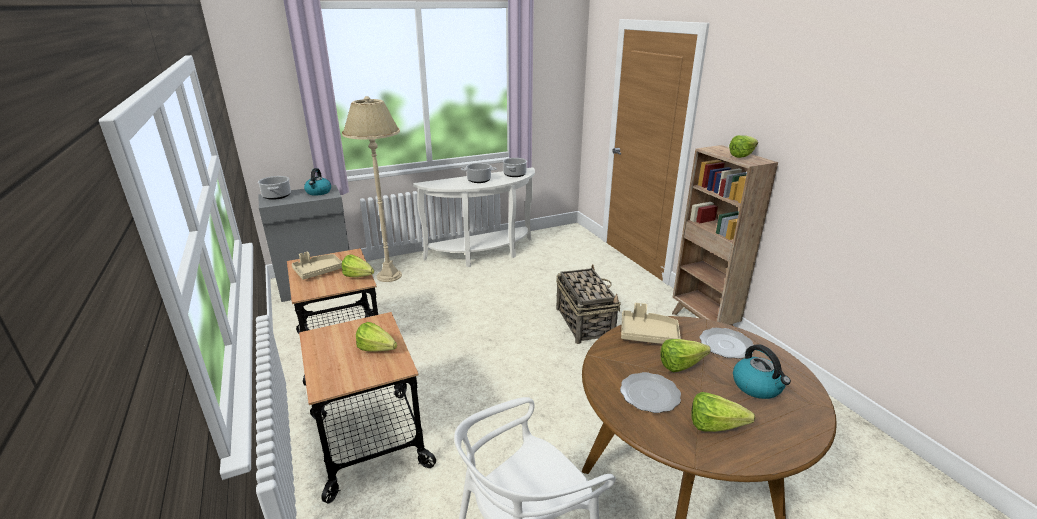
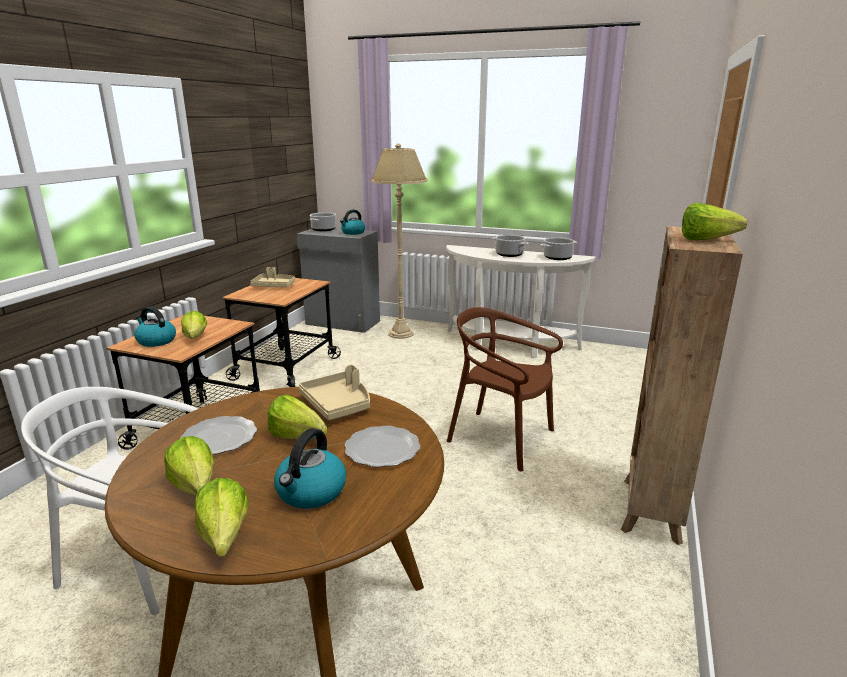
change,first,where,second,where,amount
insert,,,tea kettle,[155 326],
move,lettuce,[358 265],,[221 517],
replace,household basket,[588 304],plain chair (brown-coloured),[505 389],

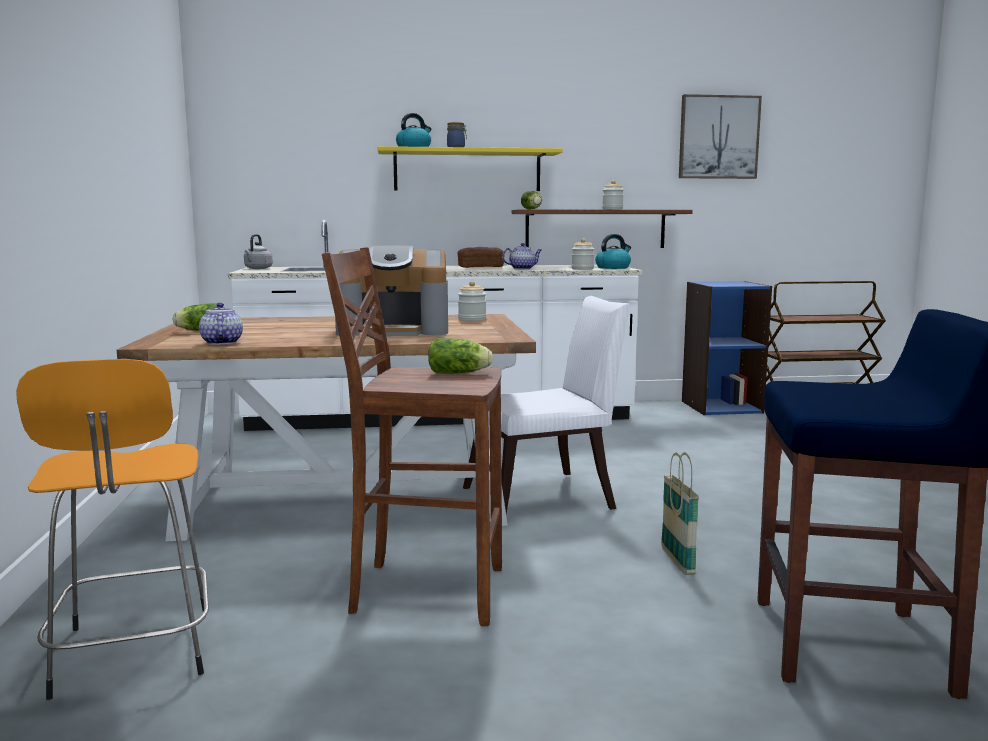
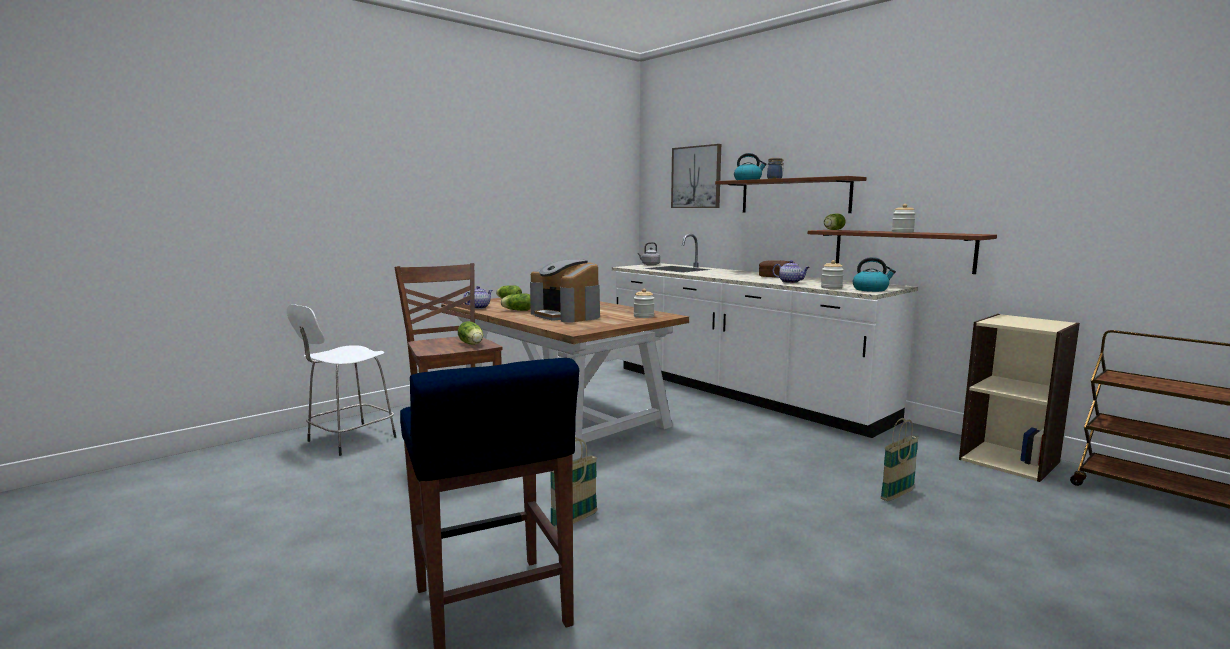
change,first,where,second,where,amount
delete,plain chair (whitish),[546 405],,,
insert,,,lettuce,[516 302],
insert,,,household basket,[900 459],
move,wall art,[720 136],,[696 176],
recolor,stool (orangey),[112 529],stool (whitish),[341 380],
recolor,bracket shelf (yellow),[470 168],bracket shelf (brown-coloured),[791 194],
recolor,shelving unit (blue-coloured),[727 348],shelving unit (sand-coloured),[1019 398],

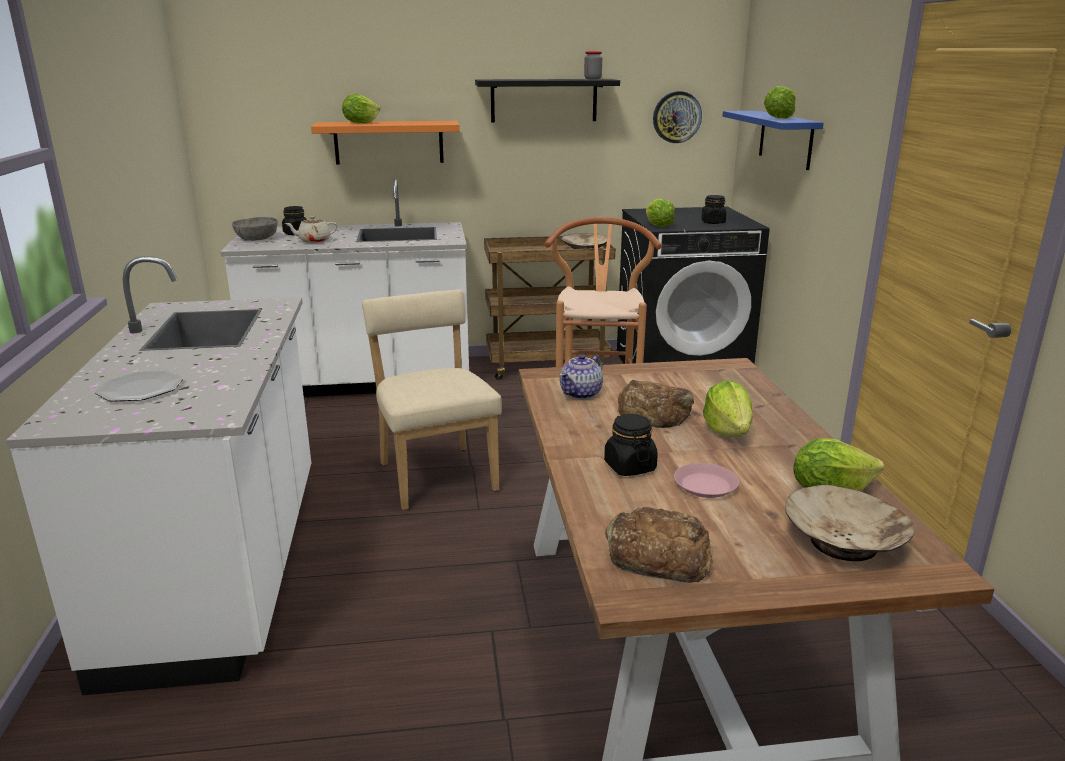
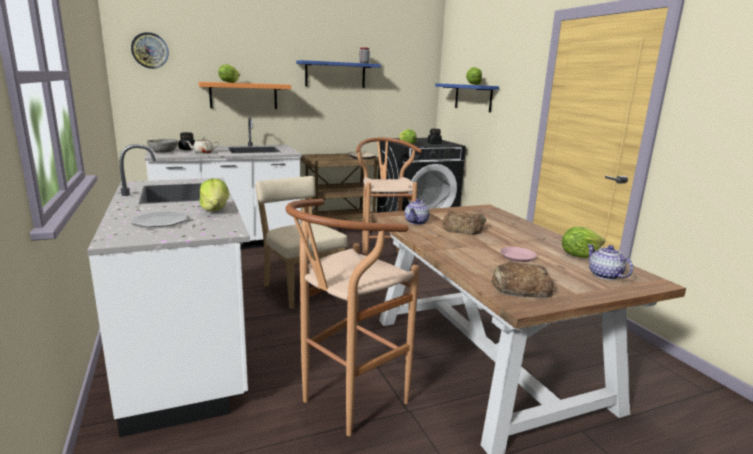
change,first,where,second,where,amount
delete,jar (blackish),[631 445],,,
insert,,,stool (brown-coloured),[352 317],
move,clock on the wall,[677 117],,[150 50],
move,lettuce,[728 408],,[214 194],
replace,deep dish (sand-coloured),[850 523],tea pot,[610 262],
recolor,bracket shelf (blackish),[547 101],bracket shelf (blue-coloured),[338 74],

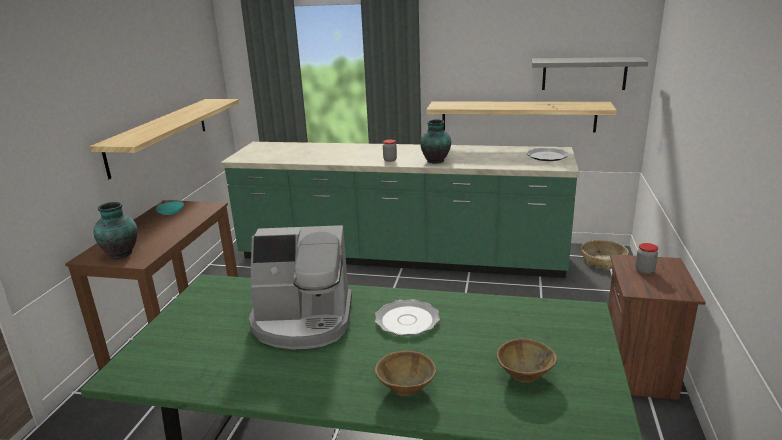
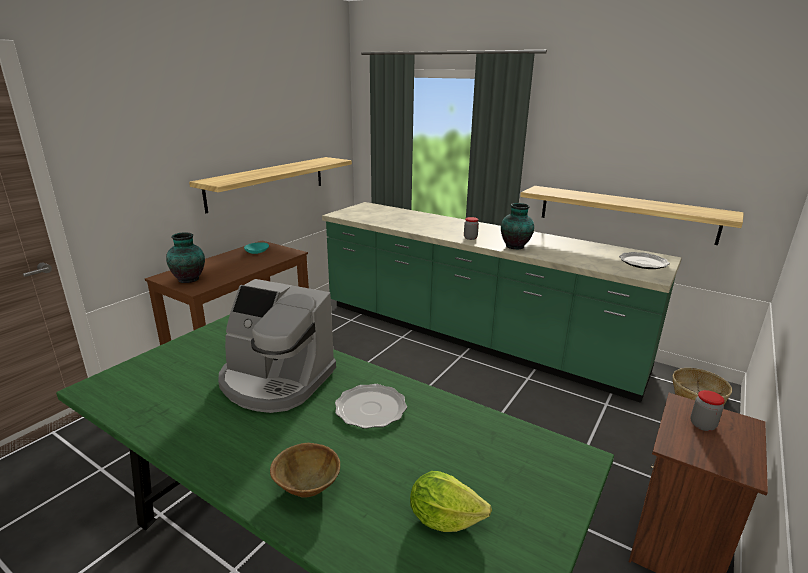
change,first,where,second,where,amount
delete,bracket shelf (greyish),[590 73],,,
replace,deep dish (brown-coloured),[527 360],lettuce,[451 501],

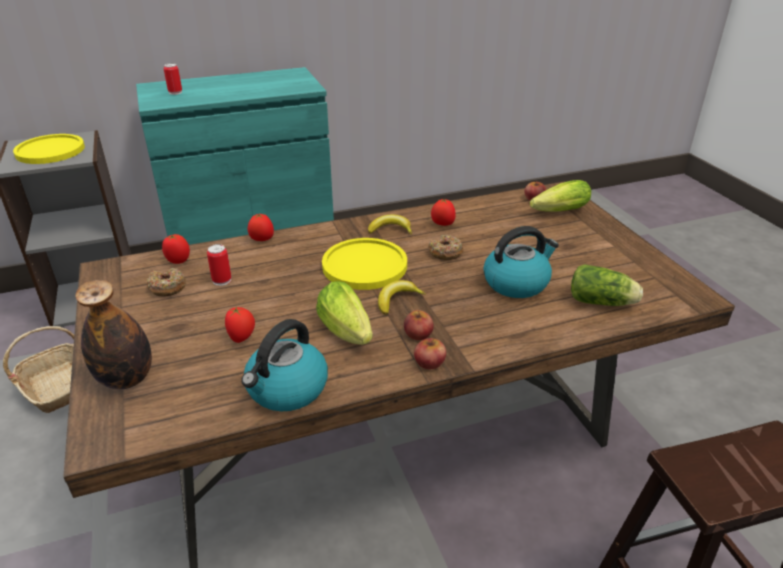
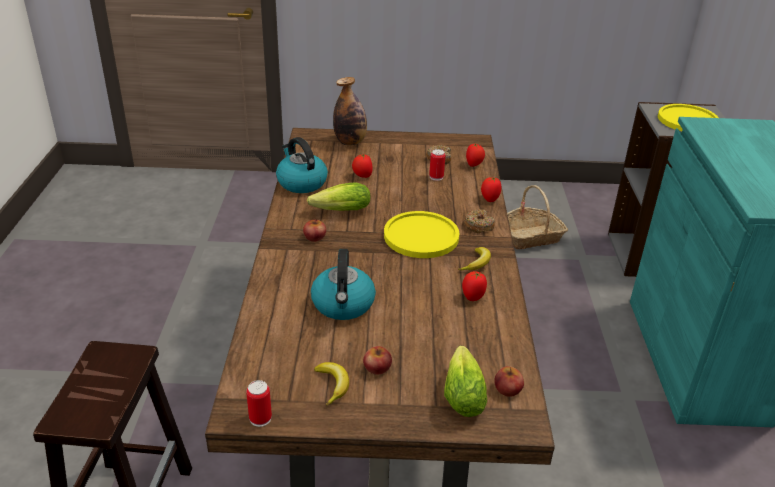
change,first,where,second,where,amount
delete,lettuce,[607 285],,,
move,can,[173 79],,[259 403],
move,banana,[402 297],,[331 384],
move,whole apple,[430 353],,[377 360],
move,ring doughnut,[445 247],,[479 221],

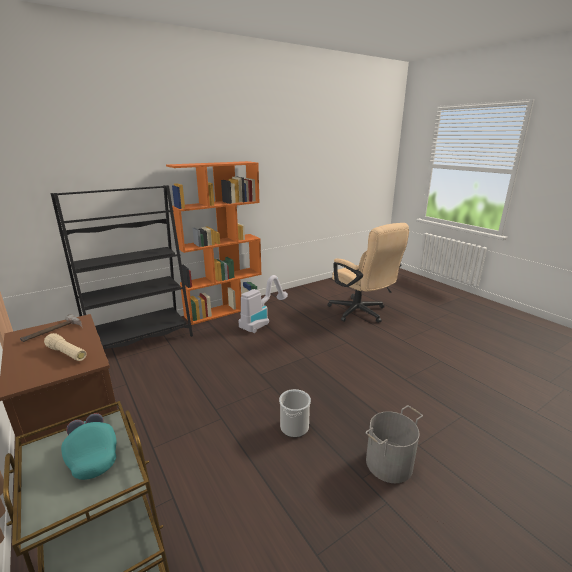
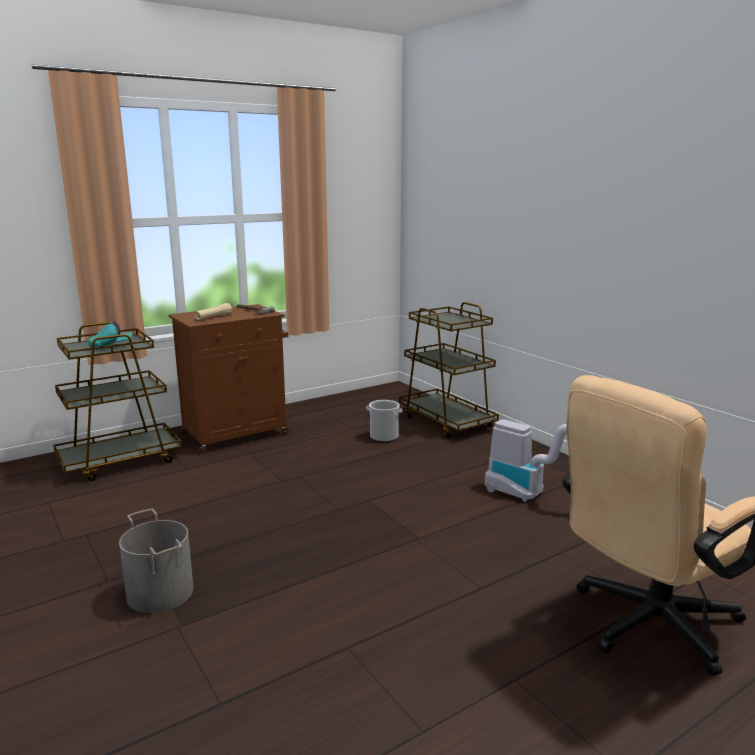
change,first,where,second,where,amount
delete,shelving unit (orangey),[214 243],,,
move,pail,[295 413],,[384 421],
replace,shelving unit (blackish),[122 267],cart (brown-coloured),[449 370],

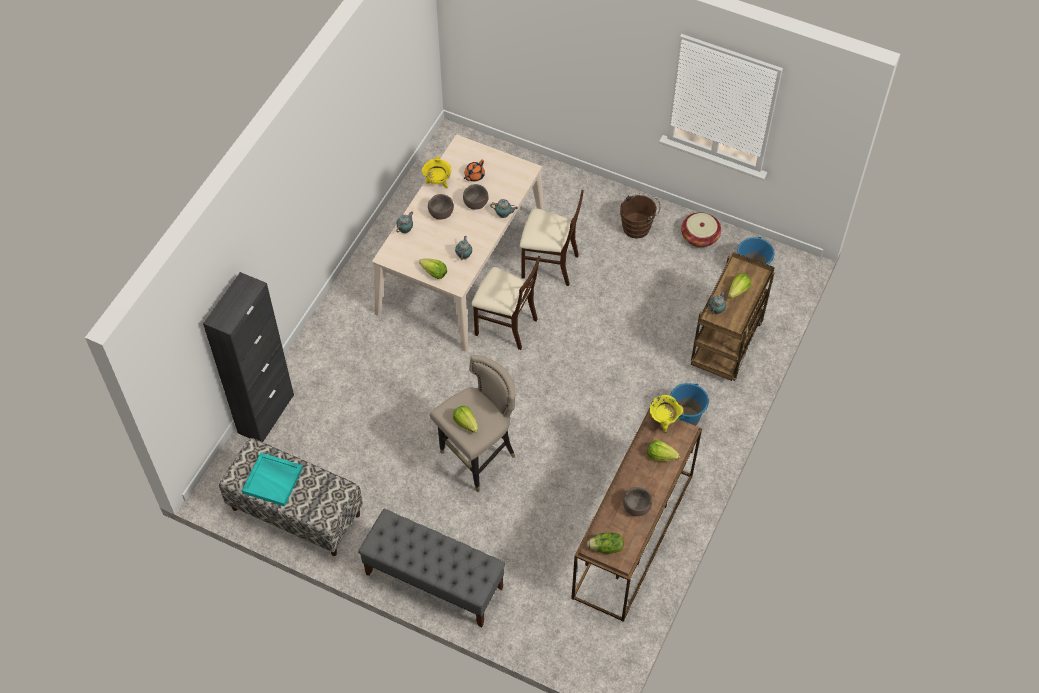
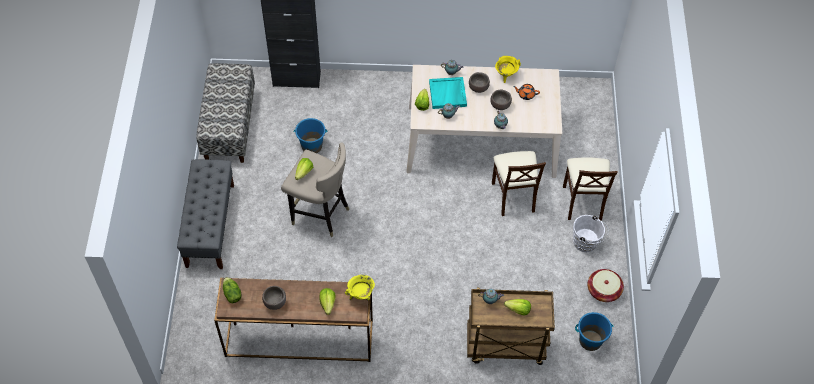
change,first,where,second,where,amount
move,serving tray (blue-green),[272 479],,[448 93],
move,plain chair (sand-coloured),[506 303],,[590 189],
move,pail (blue-coloured),[689 404],,[310 135],
recolor,pail (brown-coloured),[640 216],pail (whitish),[590 233],

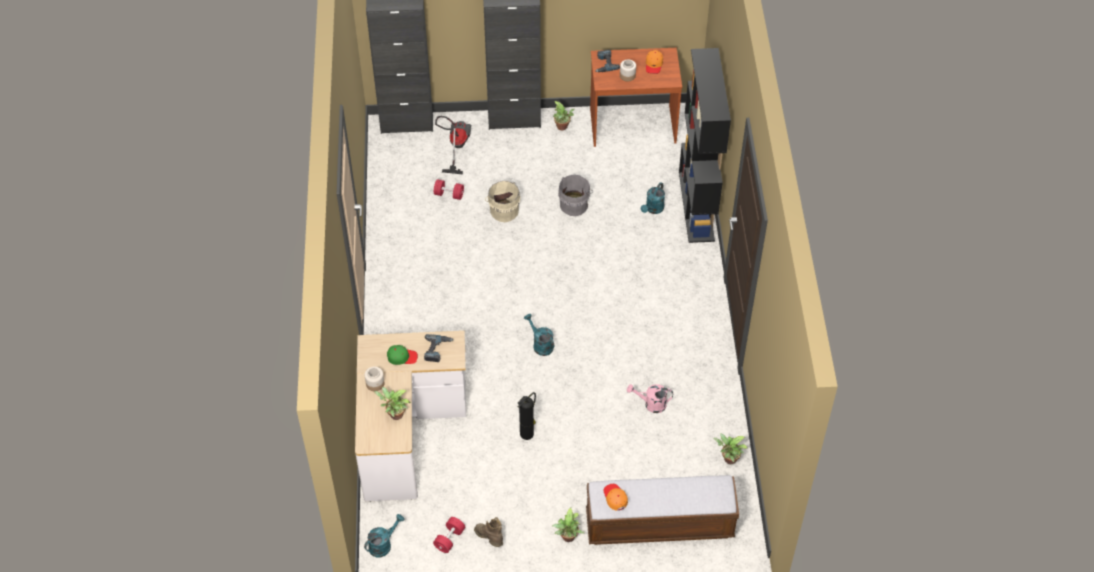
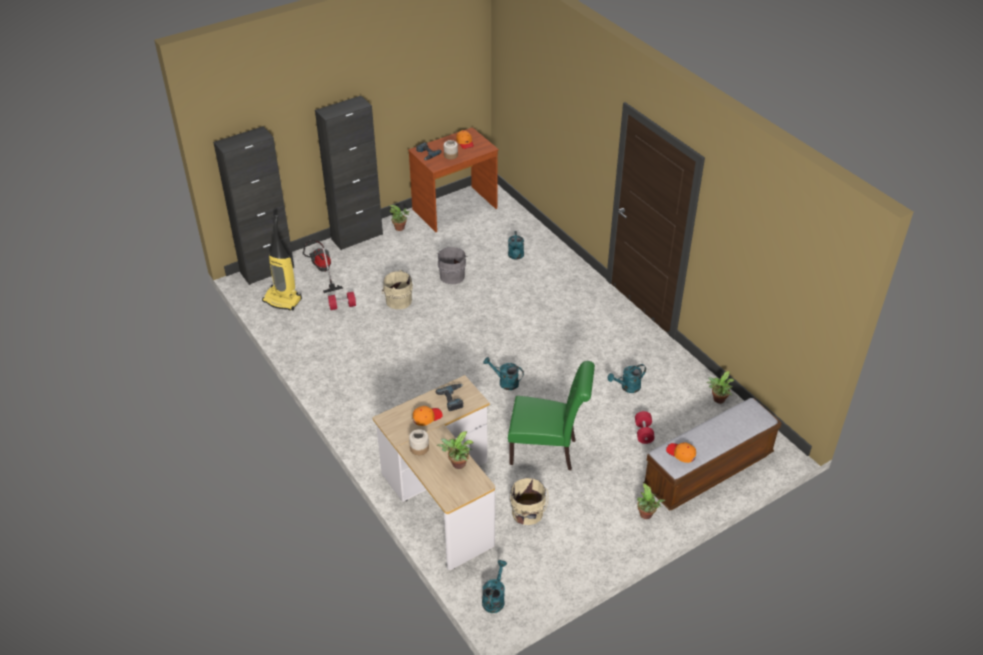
change,first,where,second,where,amount
delete,boot (brown-coloured),[488 532],,,
delete,shelving unit (blackish),[705 145],,,
insert,,,vacuum cleaner,[282 263],
insert,,,pail (sand-coloured),[528 501],
move,free weight (red-coloured),[449 535],,[645 427],
replace,fire-fighting cylinder,[526 416],plain chair (green-coloured),[551 415],
recolor,cap (green-coloured),[402 355],cap (orangey),[428 416],
recolor,sprinkling can (pink-coloured),[650 398],sprinkling can (blue-green),[627 378],

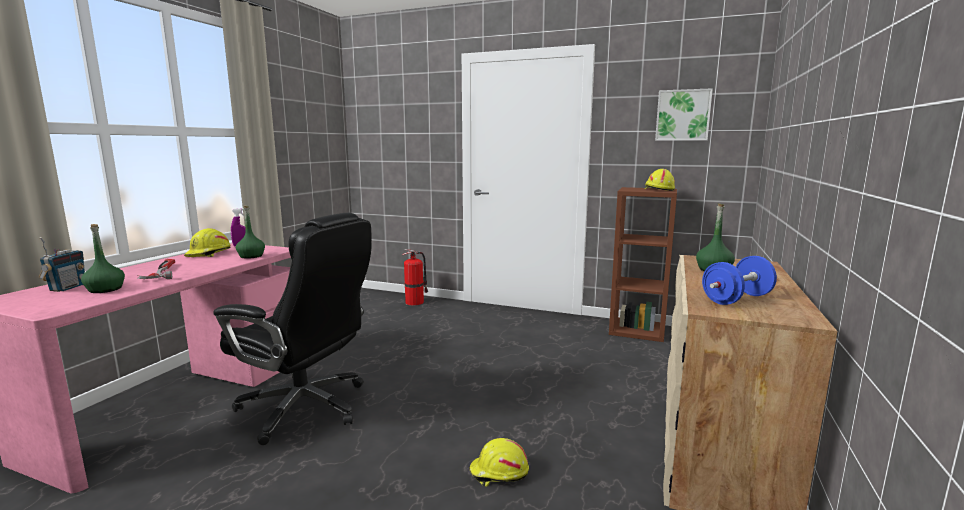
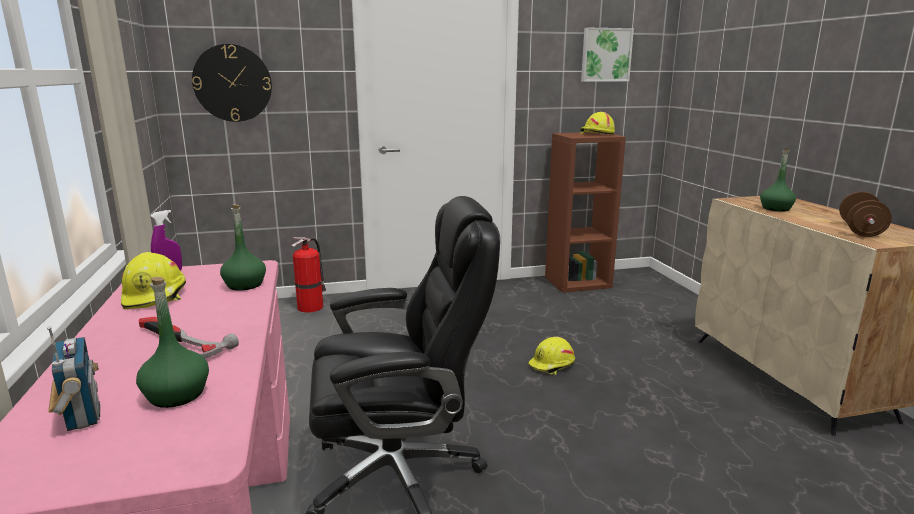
change,first,where,second,where,amount
insert,,,clock on the wall,[232 83],
move,safety helmet (yellow),[499 462],,[551 356],
recolor,free weight (blue-coloured),[739 280],free weight (brown-coloured),[865 214],

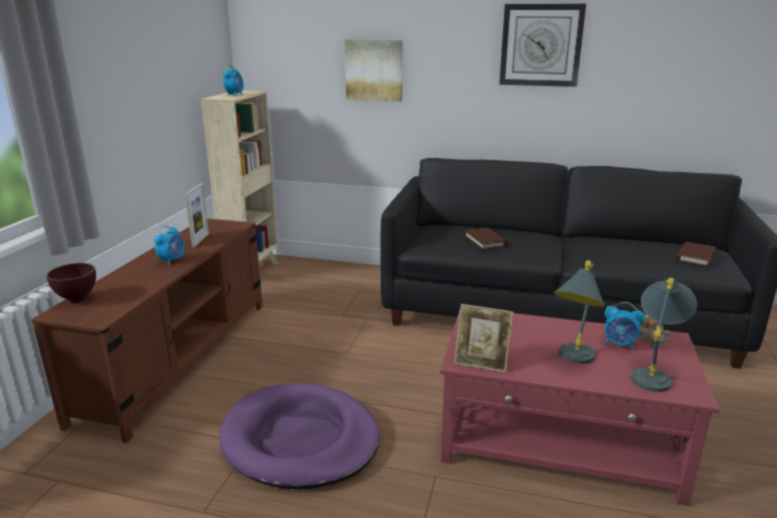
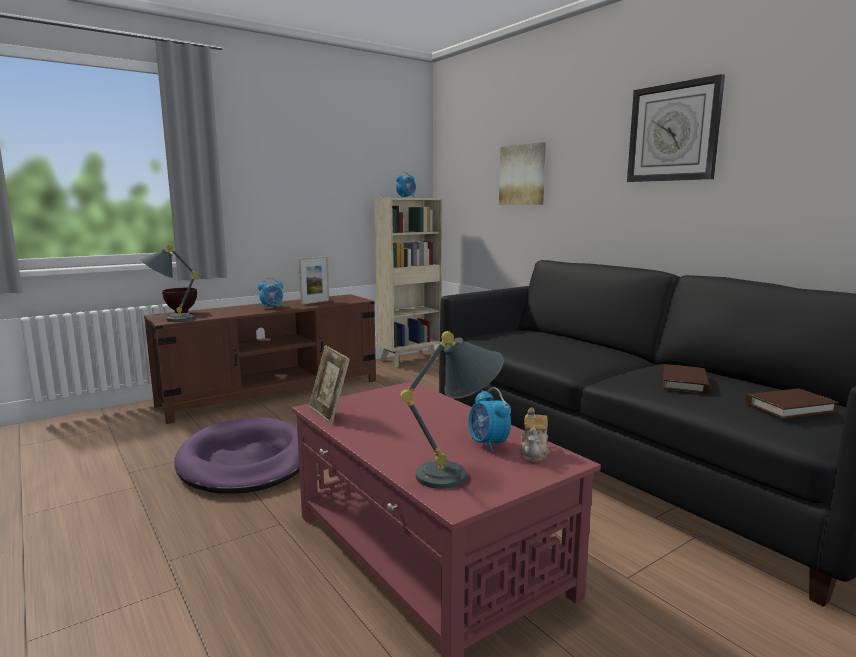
change,first,where,second,where,amount
move,book (brown-coloured),[486 239],,[686 379],
move,tabletop lamp (greyish),[579 312],,[169 283],

